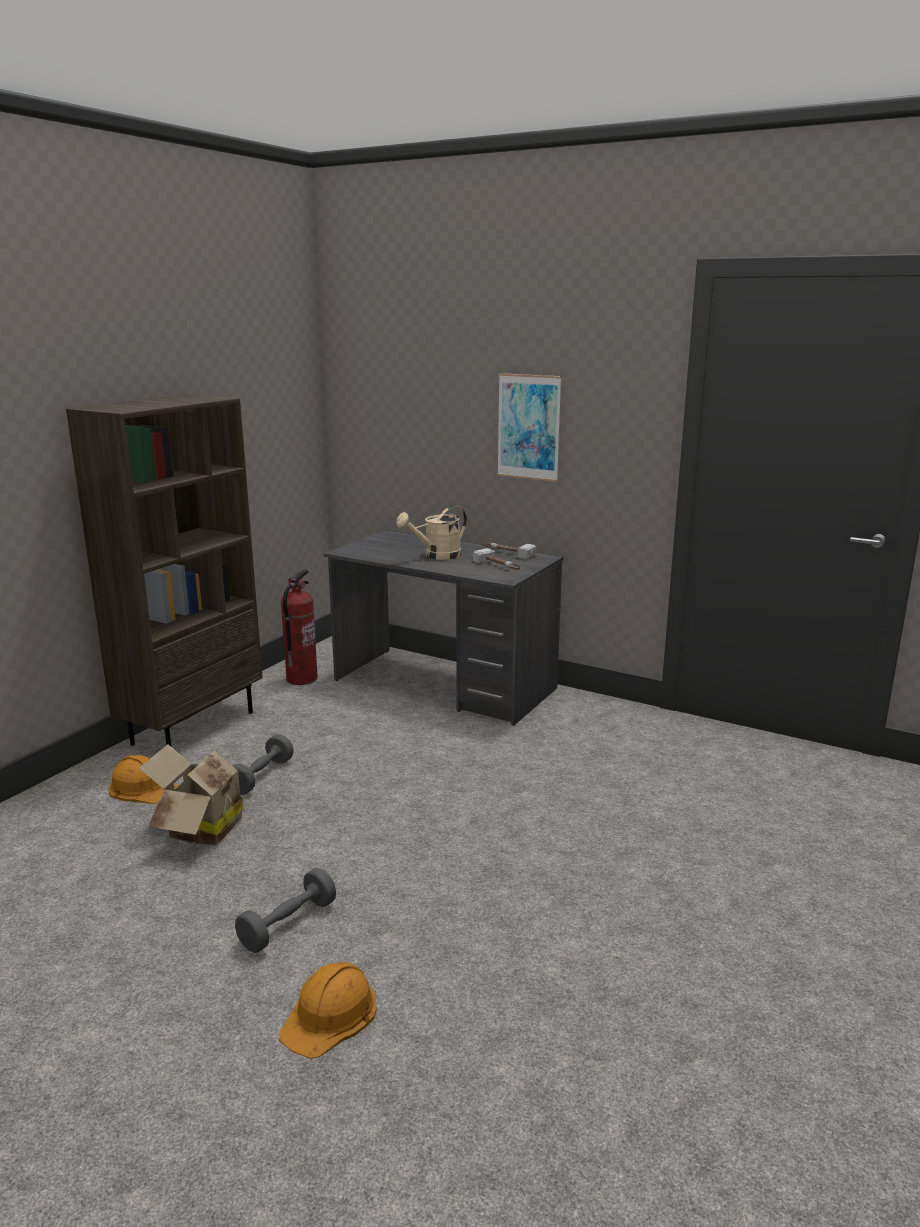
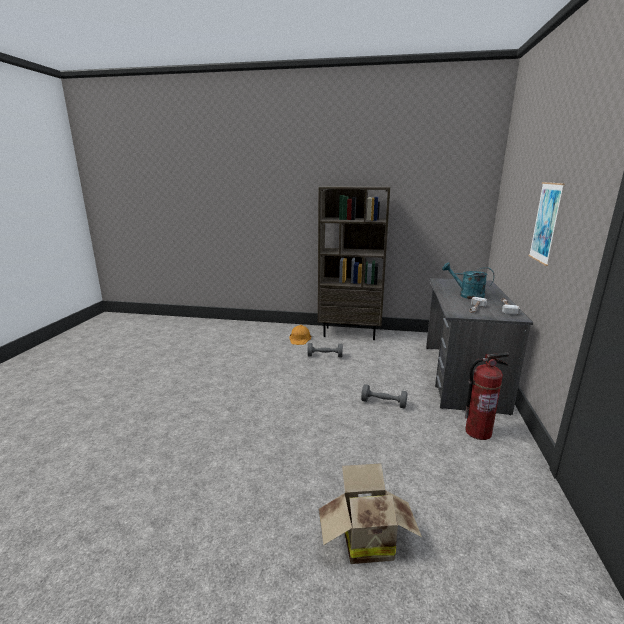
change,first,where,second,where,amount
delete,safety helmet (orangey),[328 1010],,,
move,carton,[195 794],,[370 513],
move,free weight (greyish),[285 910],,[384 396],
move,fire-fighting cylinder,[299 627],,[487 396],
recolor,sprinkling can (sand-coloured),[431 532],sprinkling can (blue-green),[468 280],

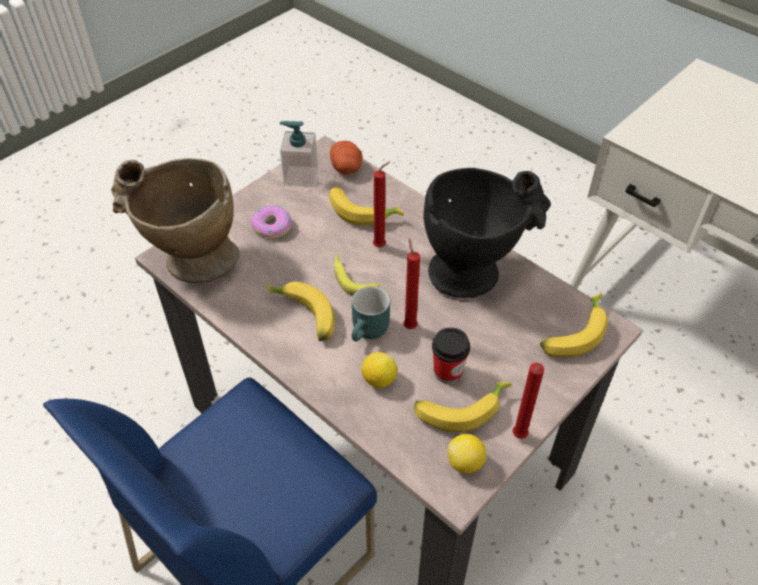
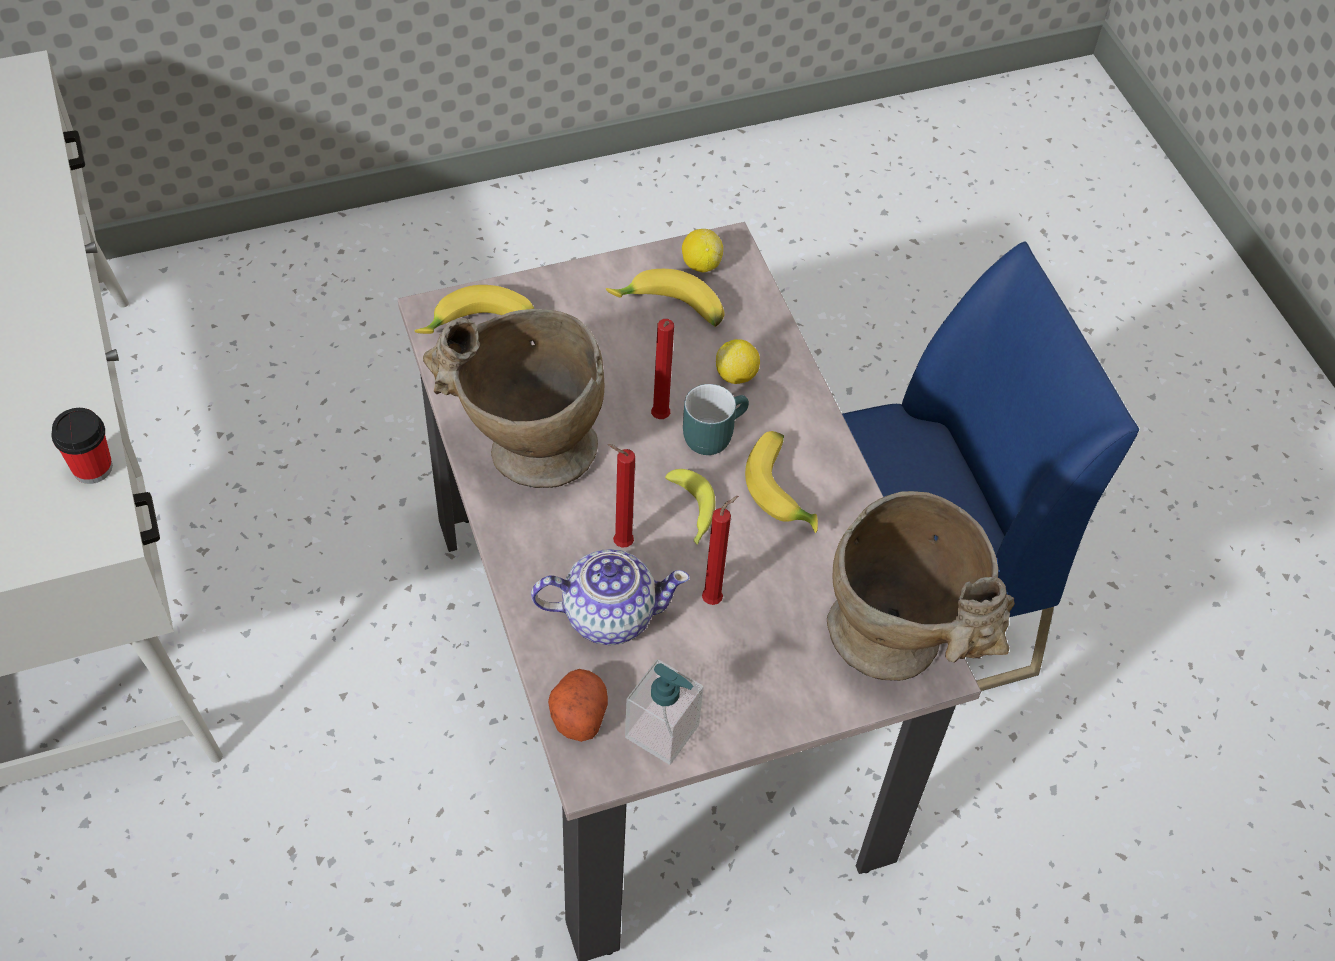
change,first,where,second,where,amount
delete,ring doughnut,[271 222],,,
move,cup,[451 355],,[81 446],
move,wax light (red-coloured),[528 401],,[720 550],
replace,banana,[366 206],tea pot,[610 597],
recolor,decorative vase (blackish),[487 233],decorative vase (sand-coloured),[514 398],

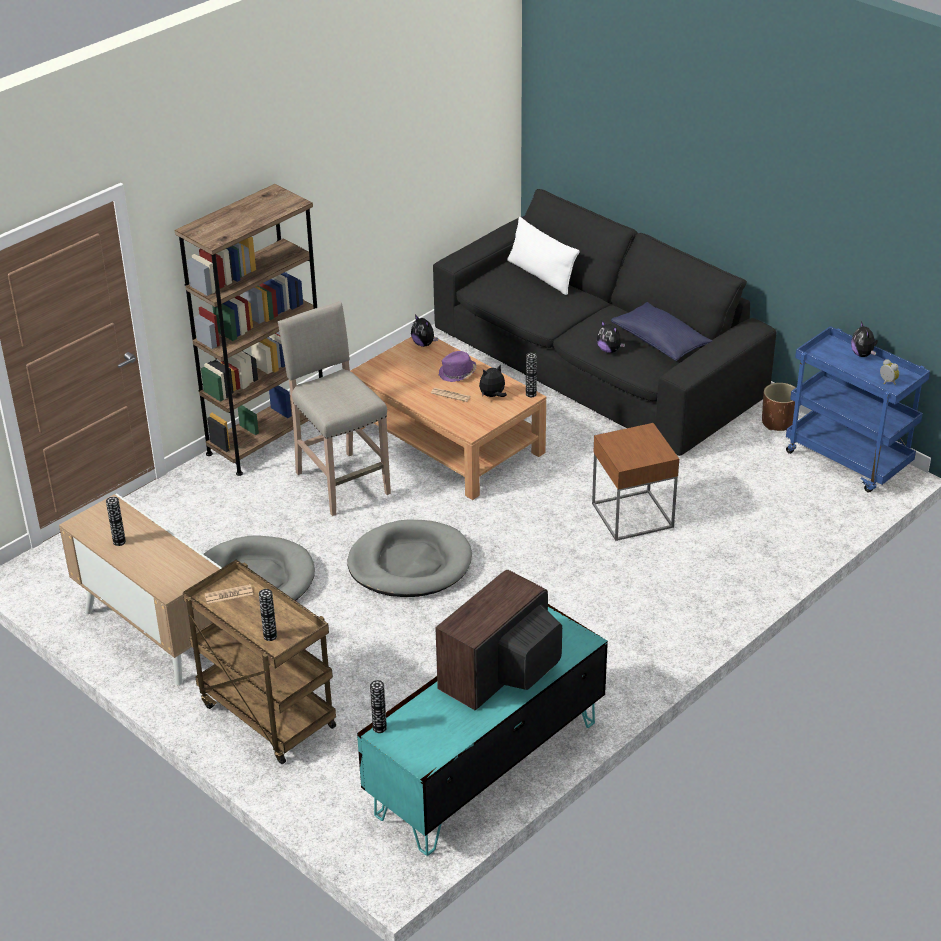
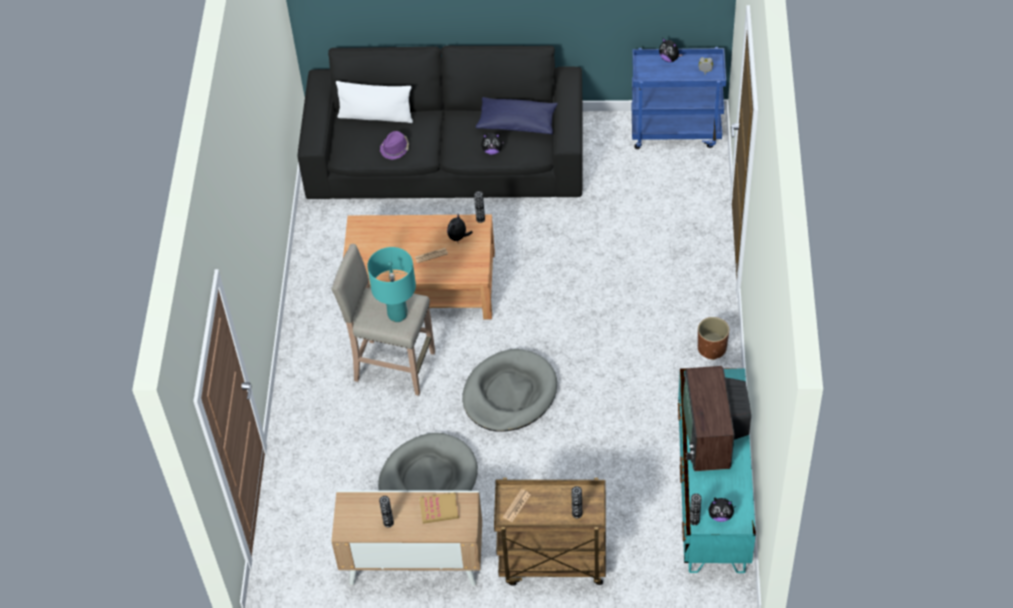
change,first,where,second,where,amount
delete,shelving unit (brown-coloured),[248 330],,,
delete,side table (brown-coloured),[635 482],,,
insert,,,tabletop lamp (blue-green),[391 284],
insert,,,book,[439 508],
move,soft toy,[424 331],,[722 509],
move,wearable hat (purple-coloured),[457 366],,[394 145],
move,planter (brown-coloured),[779 407],,[713 338],

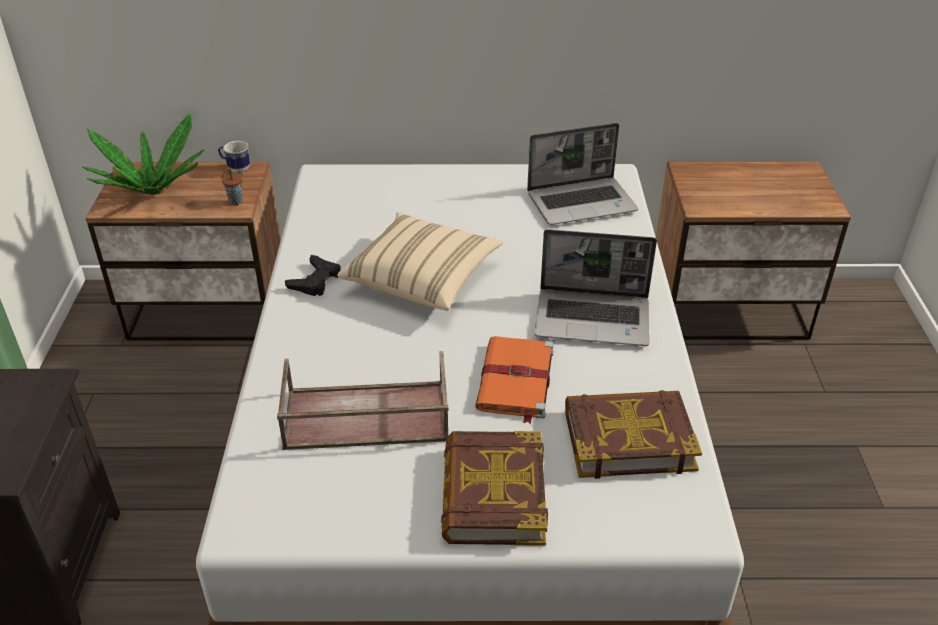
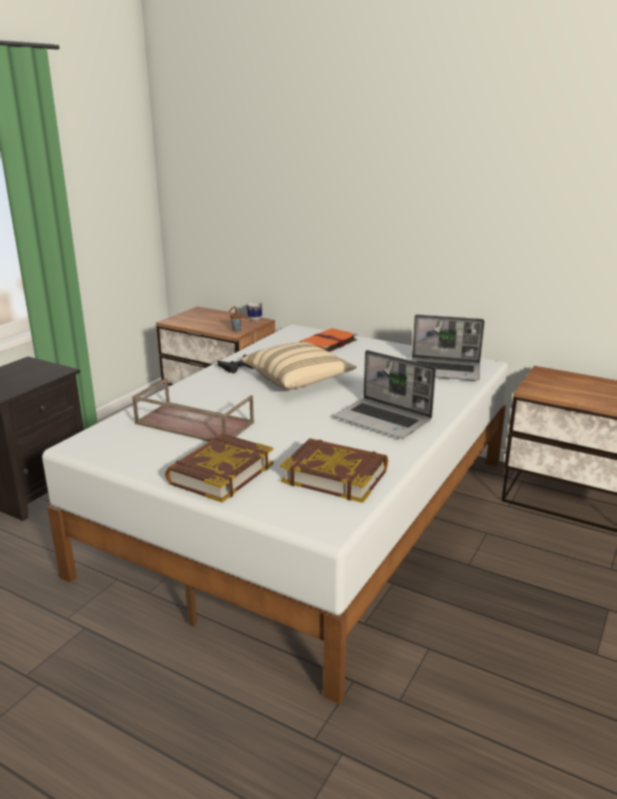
change,first,where,second,where,amount
delete,houseplant,[143 154],,,
move,book (orangey),[514 380],,[328 340],

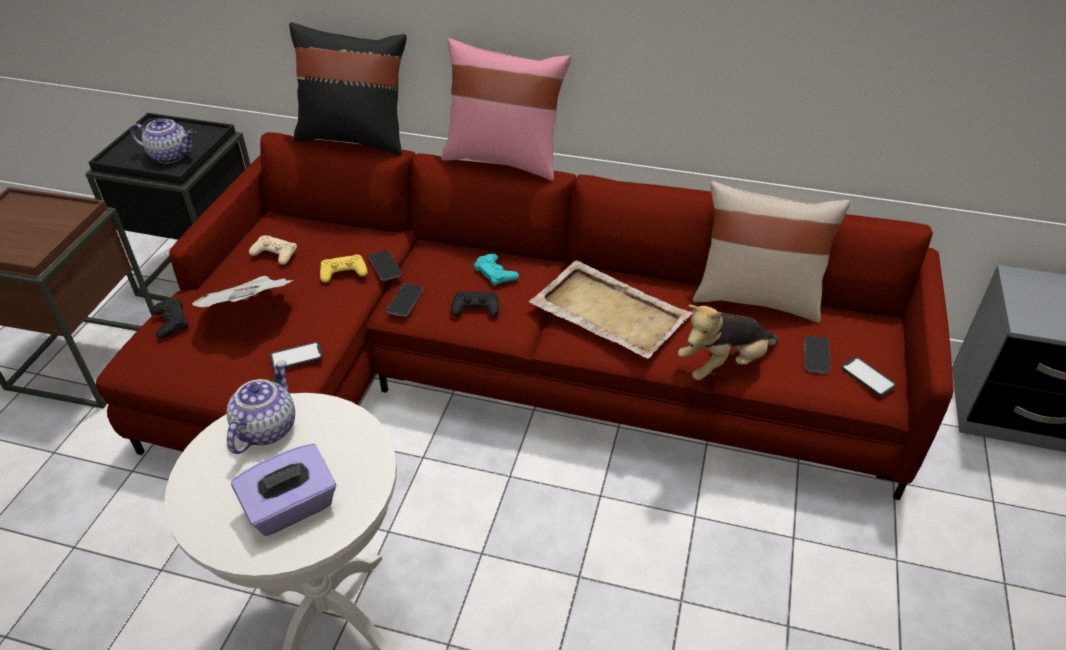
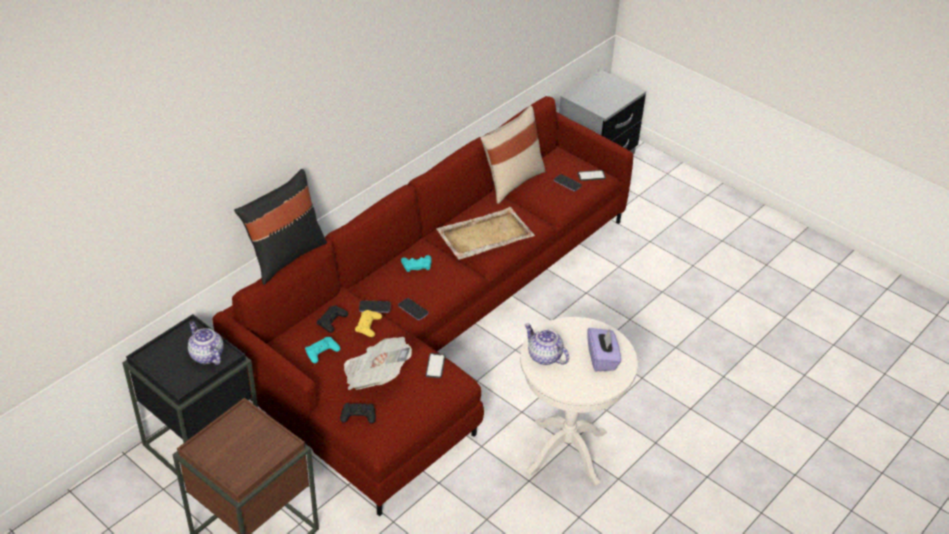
change,first,where,second,where,amount
delete,cushion (pink-coloured),[505 109],,,
delete,soft toy,[728 342],,,
move,gamepad (blackish),[475 303],,[332 319],
recolor,gamepad (sand-coloured),[273 250],gamepad (blue-green),[323 350],
rotate,tea pot,[163 141],,[206 343],75 degrees counterclockwise

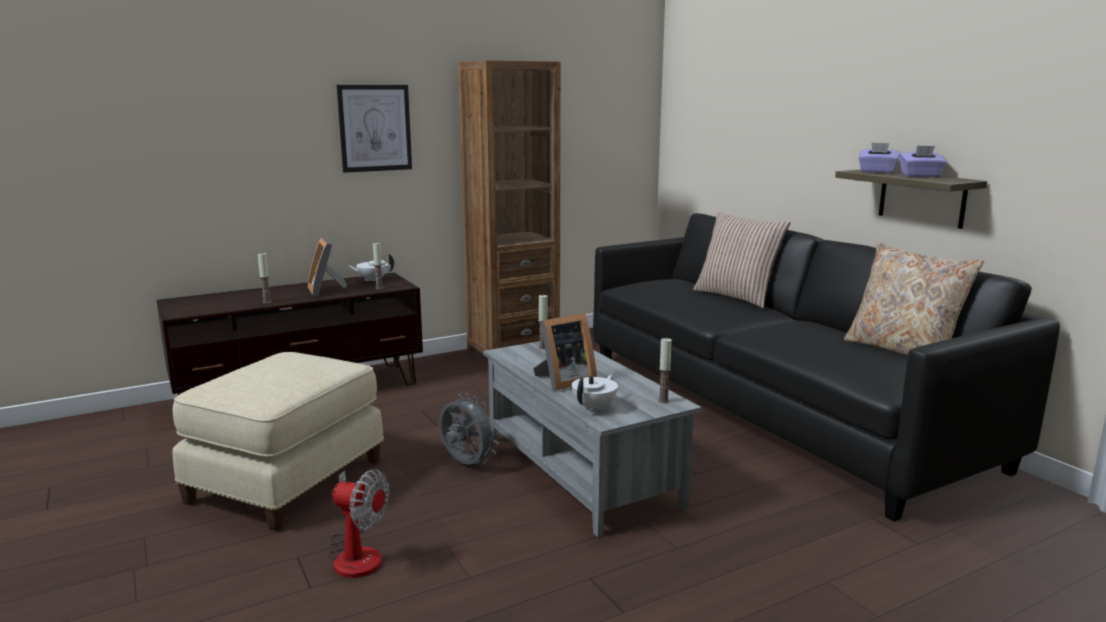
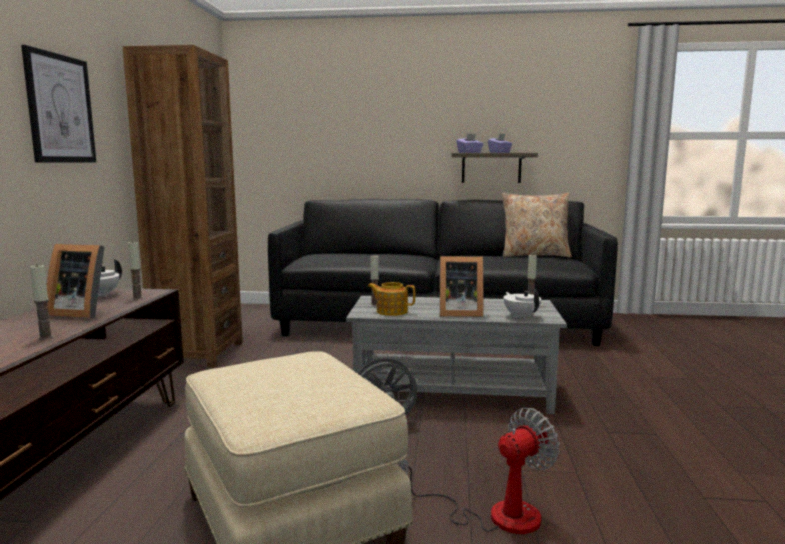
change,first,where,second,where,amount
delete,cushion,[741 259],,,
insert,,,tea pot,[391 299],
rotate,photo frame,[565 352],,[461 286],90 degrees clockwise

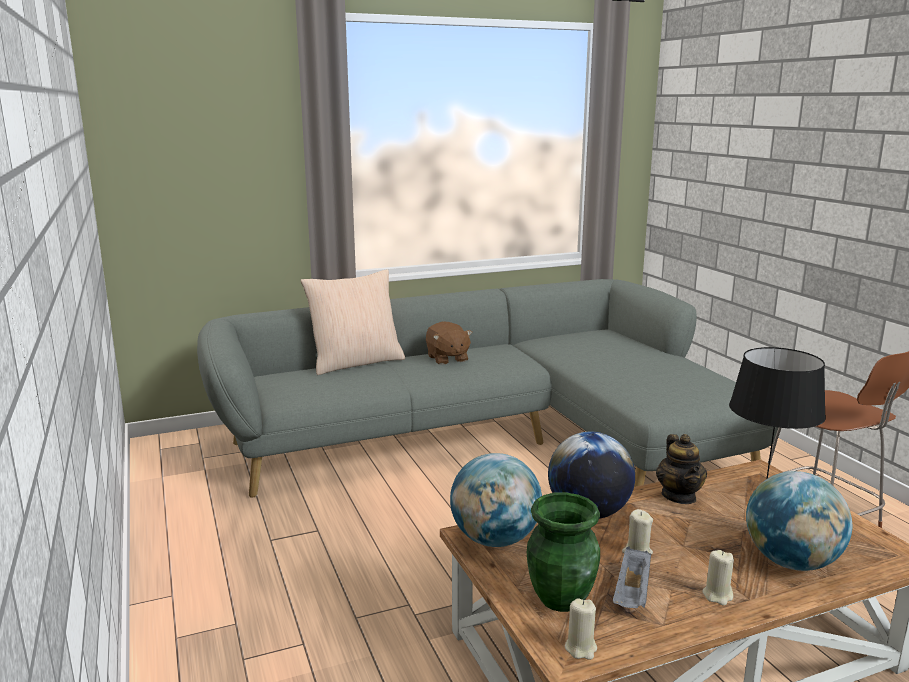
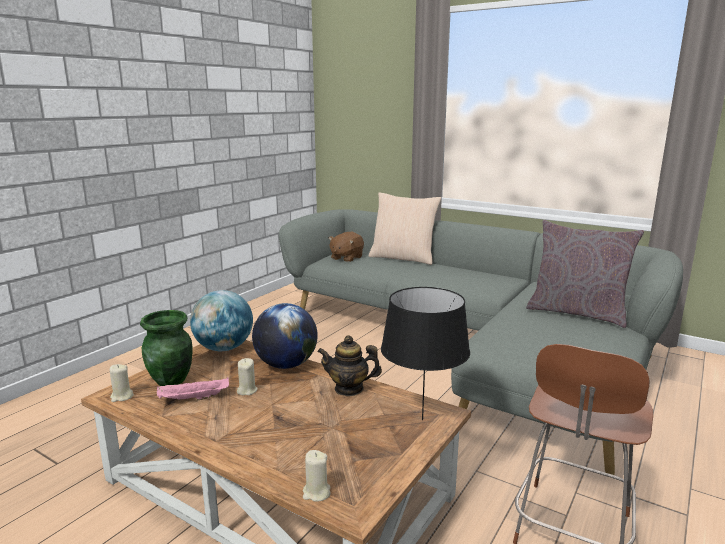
change,first,where,second,where,amount
delete,globe,[799 521],,,
insert,,,cushion (greyish),[585 274],
move,soft toy (brown-coloured),[449 343],,[346 247],
move,wax light (sand-coloured),[718 577],,[317 476],
recolor,serving tray (greyish),[632 577],serving tray (pink-coloured),[193 388],
rotate,tea pot,[681 469],,[349 365],45 degrees clockwise

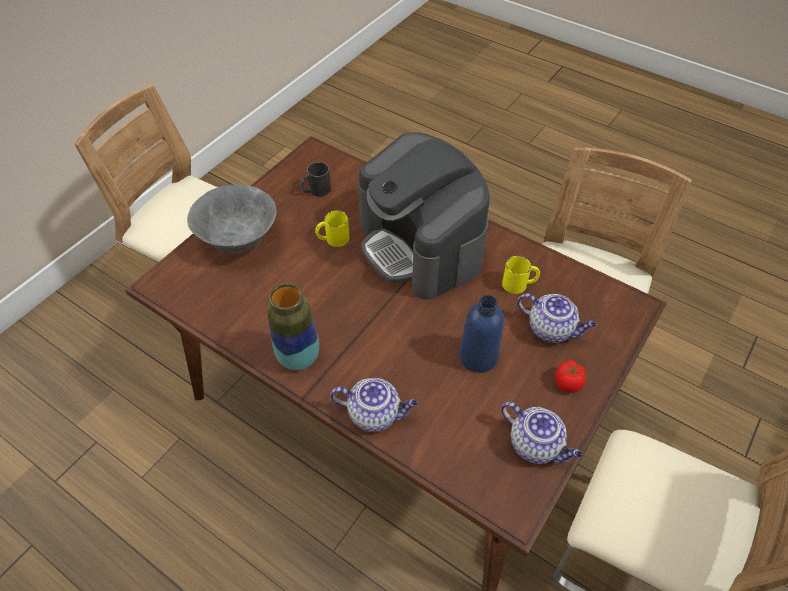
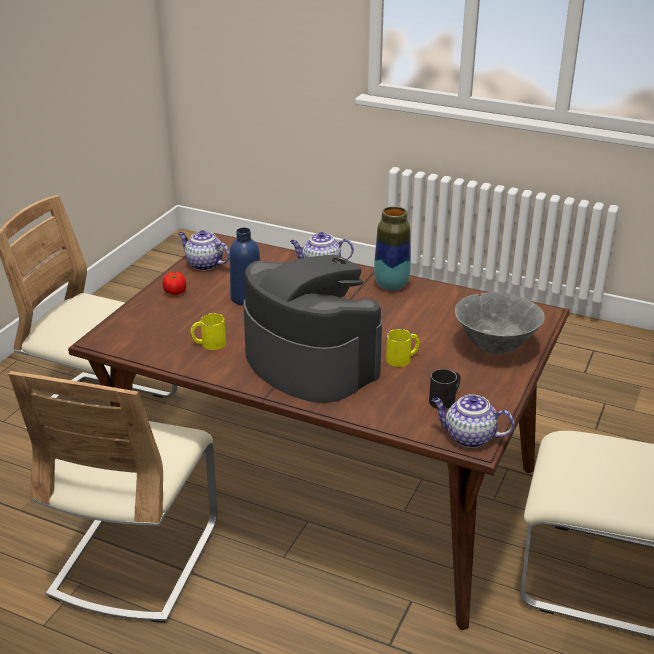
change,first,where,second,where,amount
move,tea pot,[556 318],,[473 421],

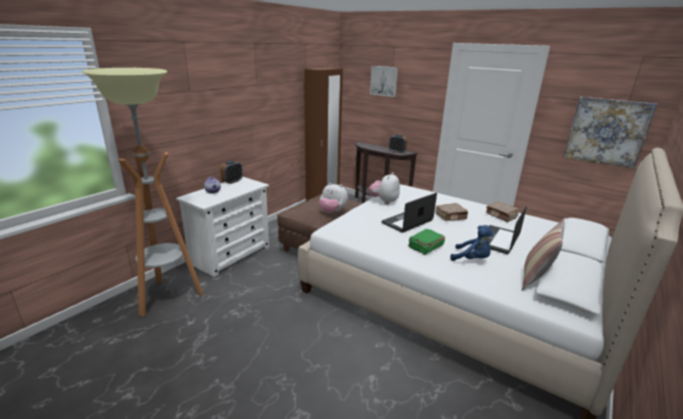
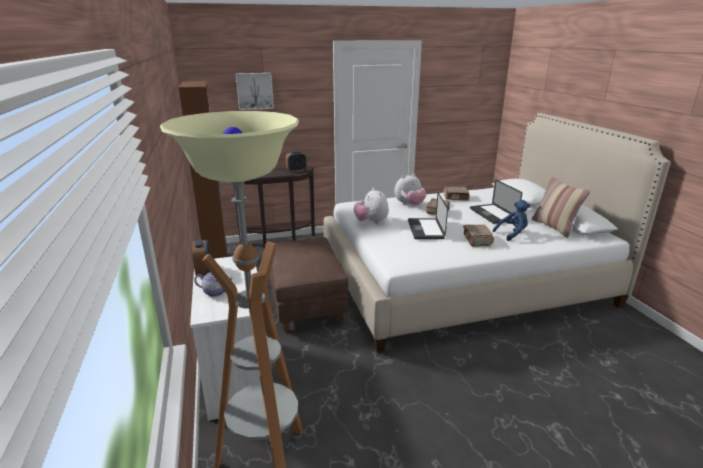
change,first,where,second,where,amount
delete,wall art,[610 133],,,
move,soft toy,[333 198],,[410 189],
recolor,book (green-coloured),[426 242],book (brown-coloured),[478 236],

